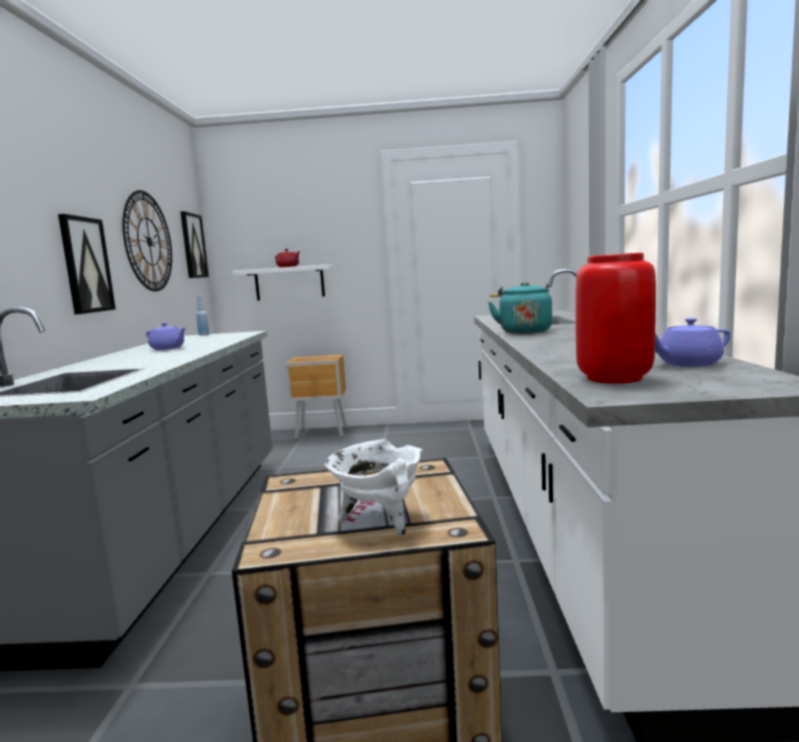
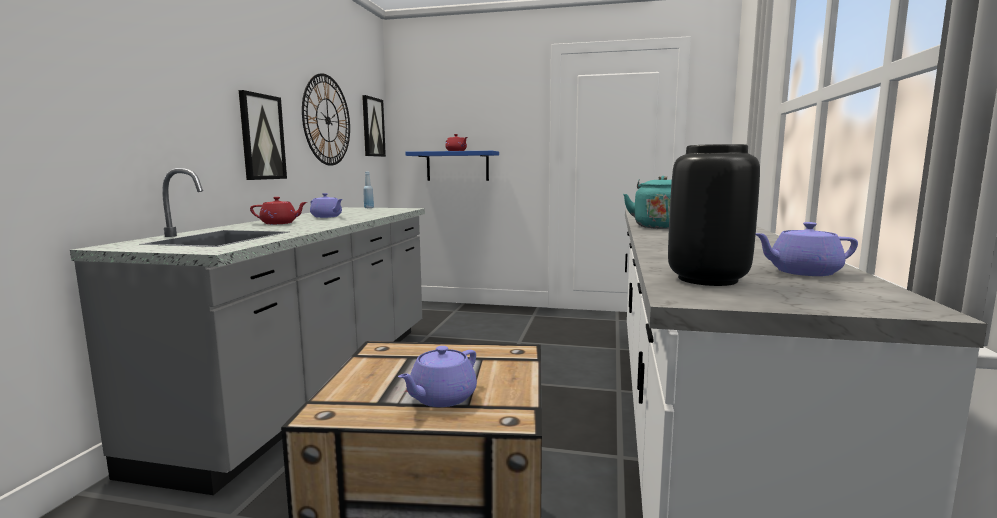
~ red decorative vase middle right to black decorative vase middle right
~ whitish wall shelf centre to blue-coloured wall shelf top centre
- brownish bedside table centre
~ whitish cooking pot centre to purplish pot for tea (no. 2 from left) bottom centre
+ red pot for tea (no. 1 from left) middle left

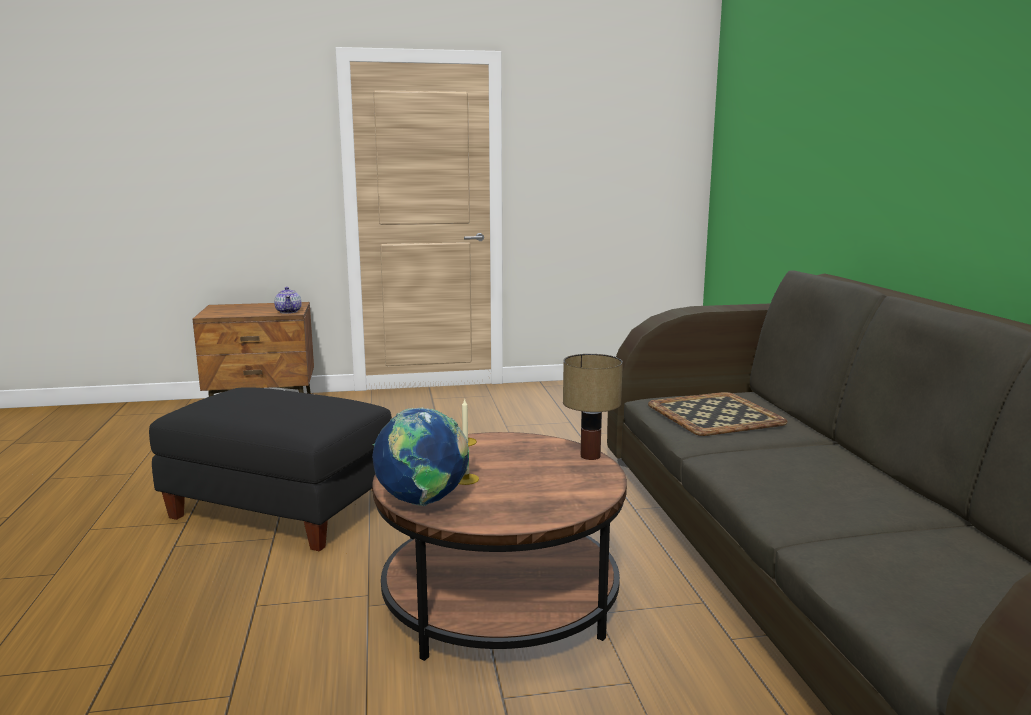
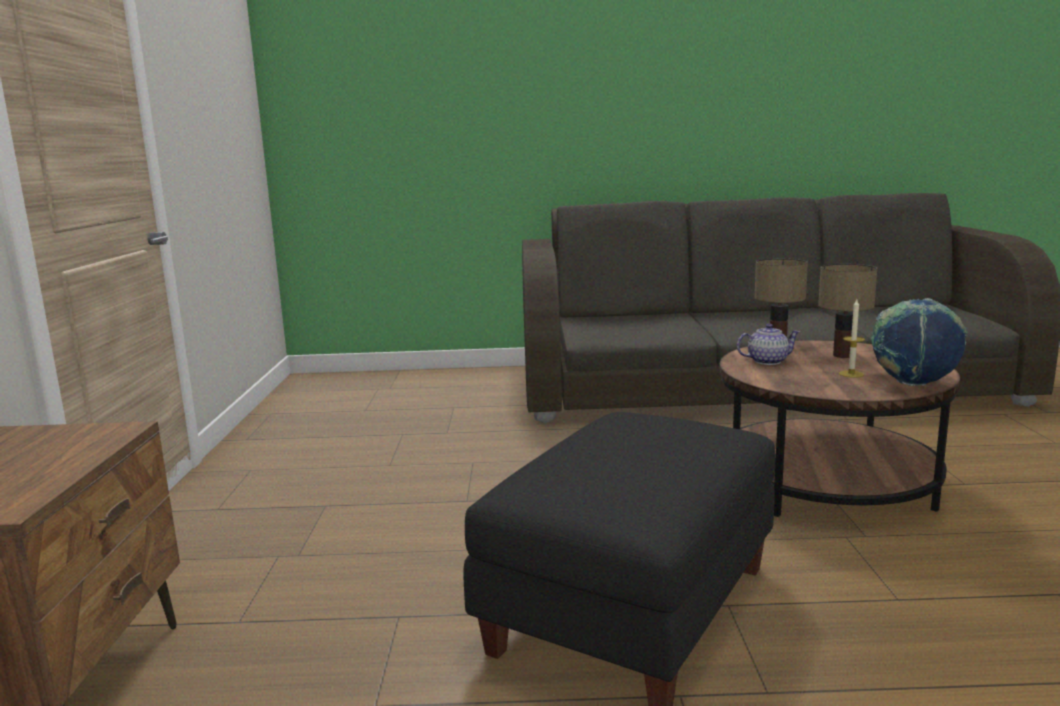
~ pot for tea middle left to middle right
- tray middle right
+ tabletop lamp (no. 2 from left) middle right

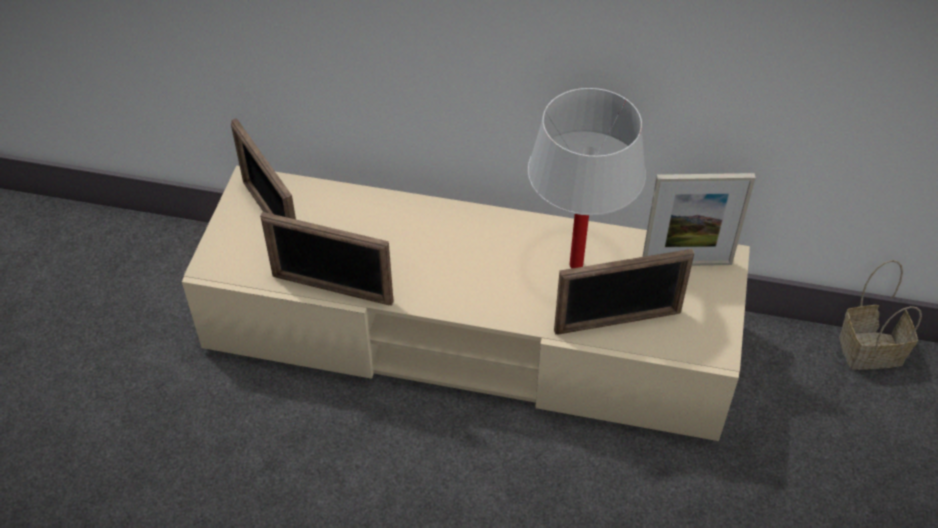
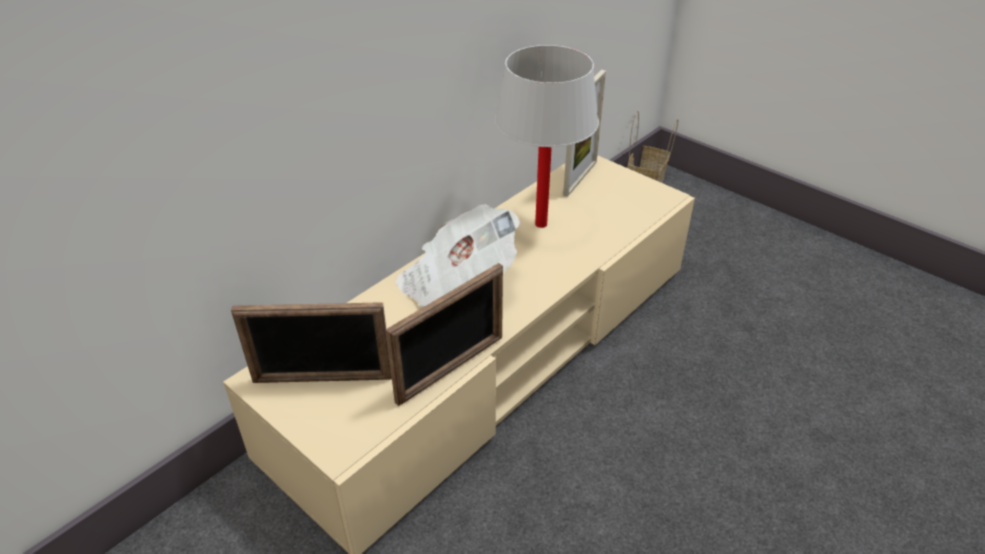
- photo frame (no. 3 from left) centre
+ printed paper centre

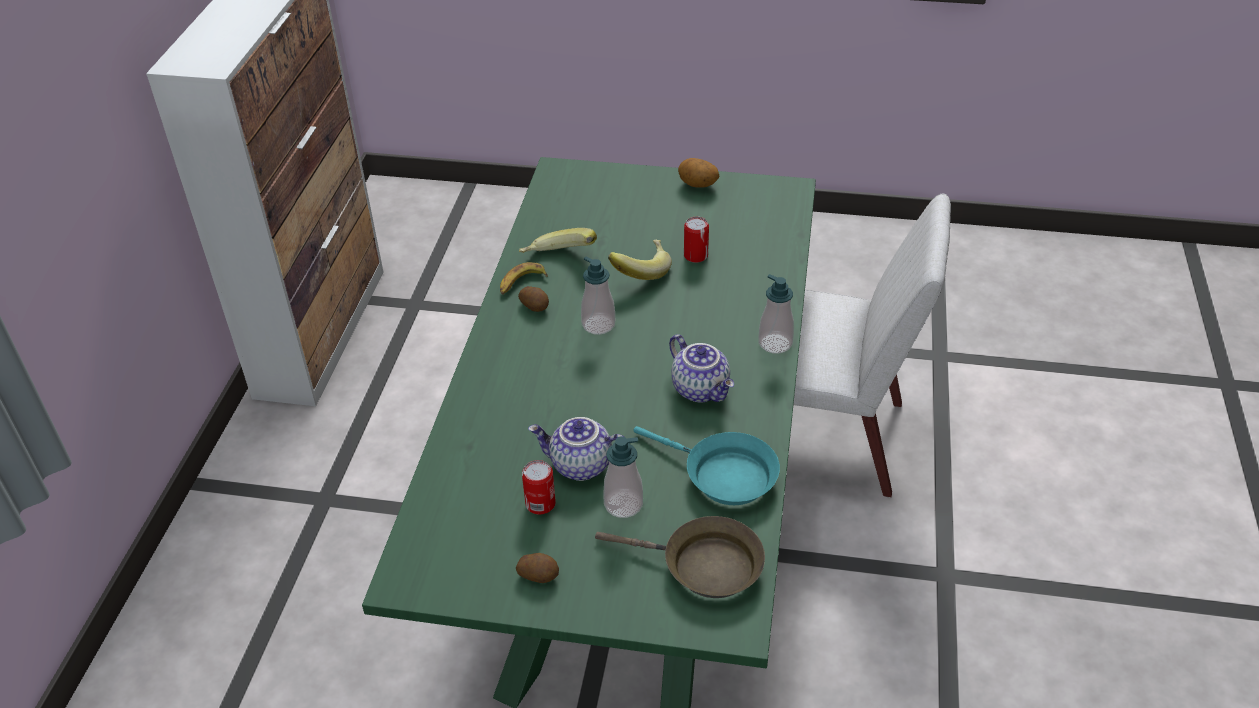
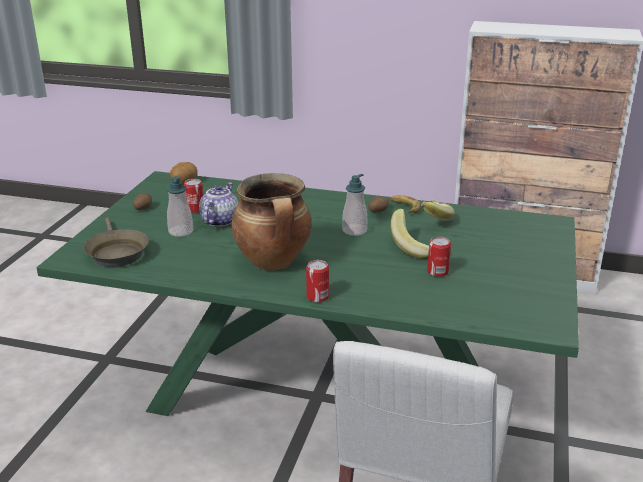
~ potato (no. 3 from left in the first image) top centre to potato (no. 2 from left) middle left
~ soap bottle (no. 3 from left) centre to metal can (no. 2 from left) centre
~ pot for tea (no. 2 from left) centre to cooking pot centre
- turquoise-coloured frying pan centre
~ brownish frying pan bottom centre = middle left 45 degrees counterclockwise

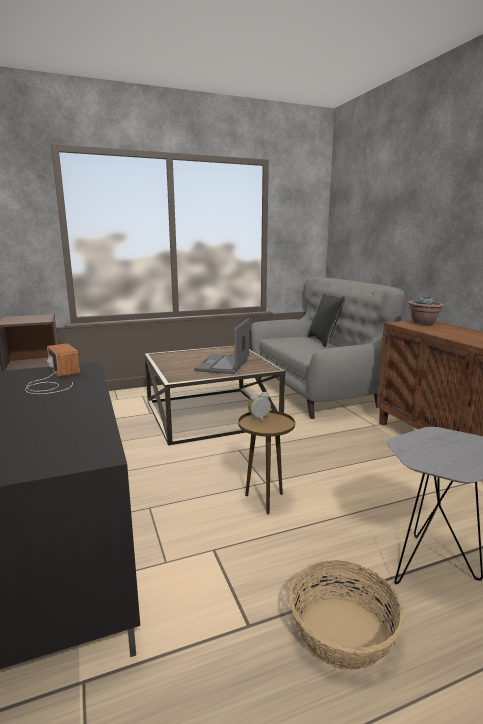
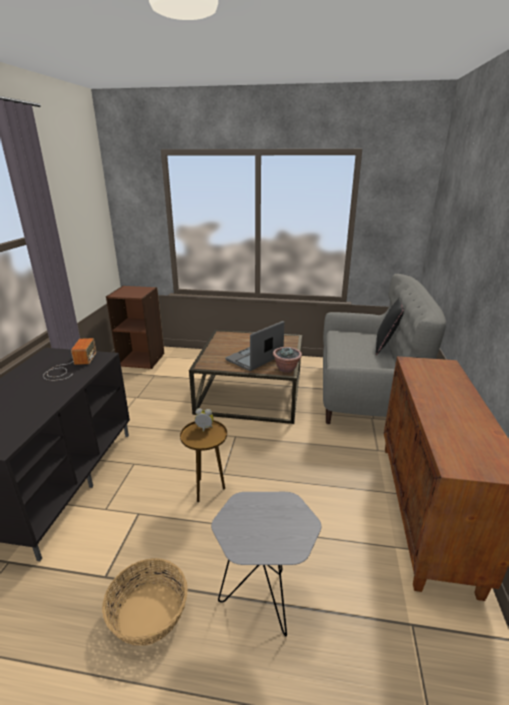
~ plant in a pot middle right to centre

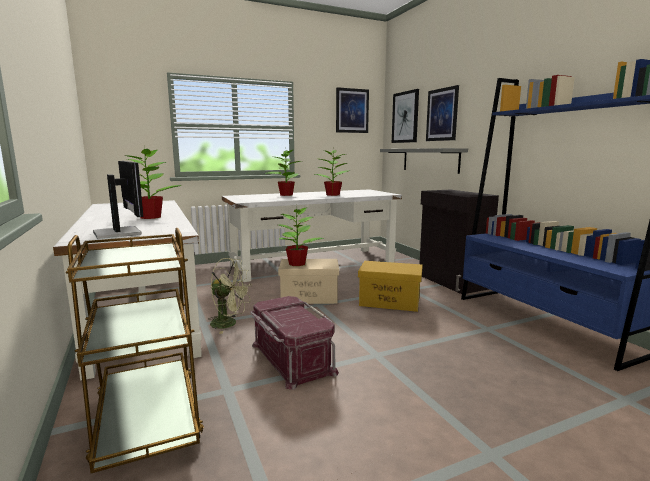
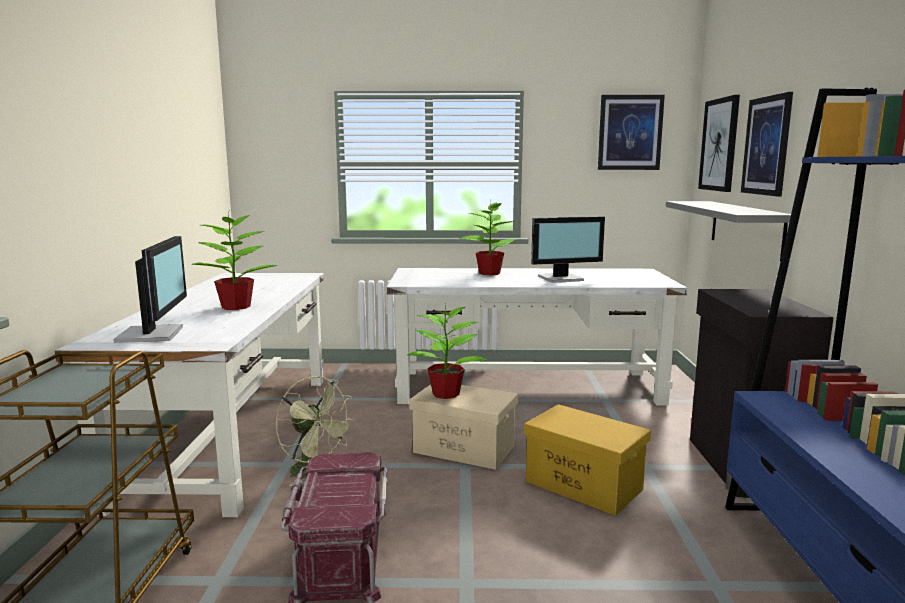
~ plant in a pot (no. 4 from left) centre to computer screen (no. 2 from left) centre

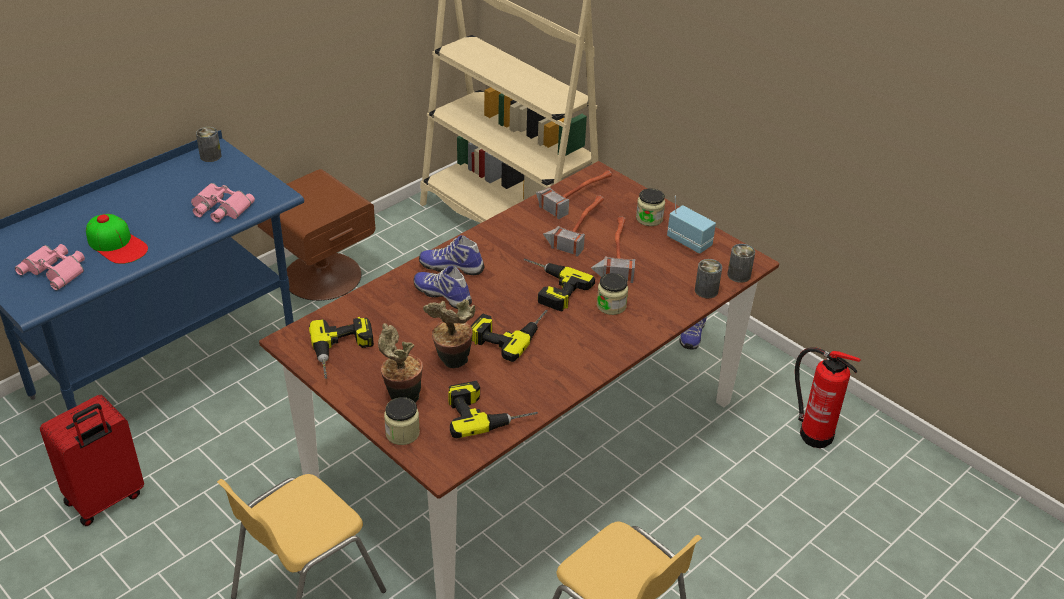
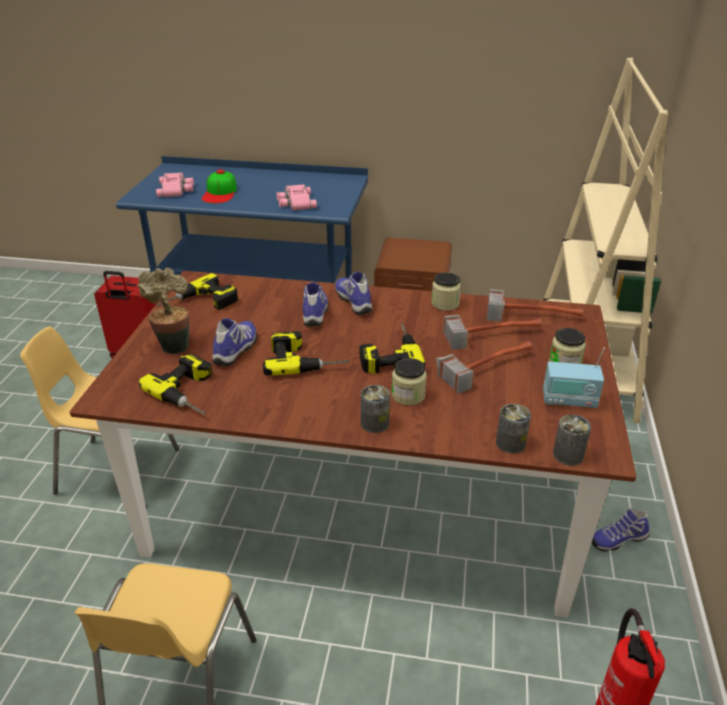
~ metal can (no. 1 from left) top left to centre
~ radio set centre = middle right 90 degrees clockwise
~ plant in a pot (no. 2 from left) centre to shoe (no. 1 from left) middle left
~ preserve jar (no. 1 from left in the first image) bottom centre to preserve jar (no. 2 from left) centre

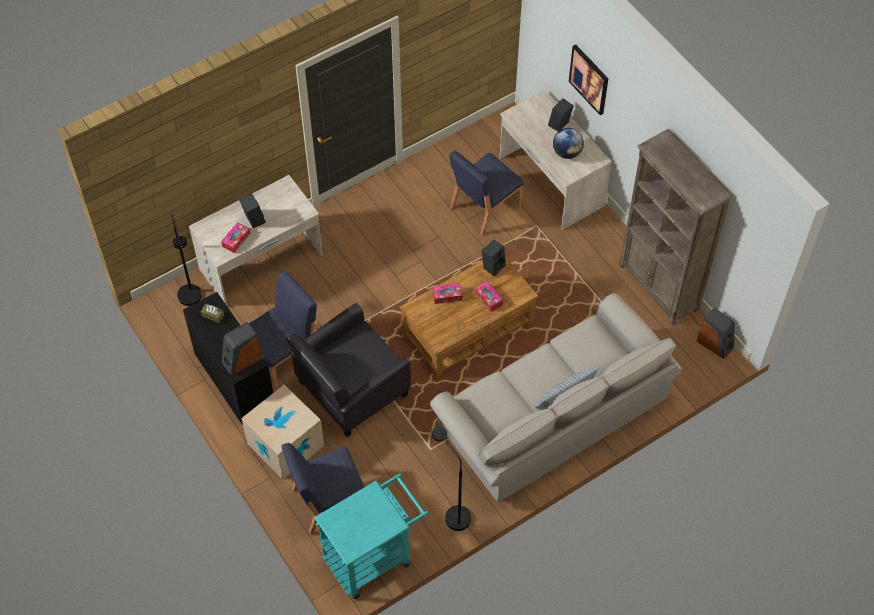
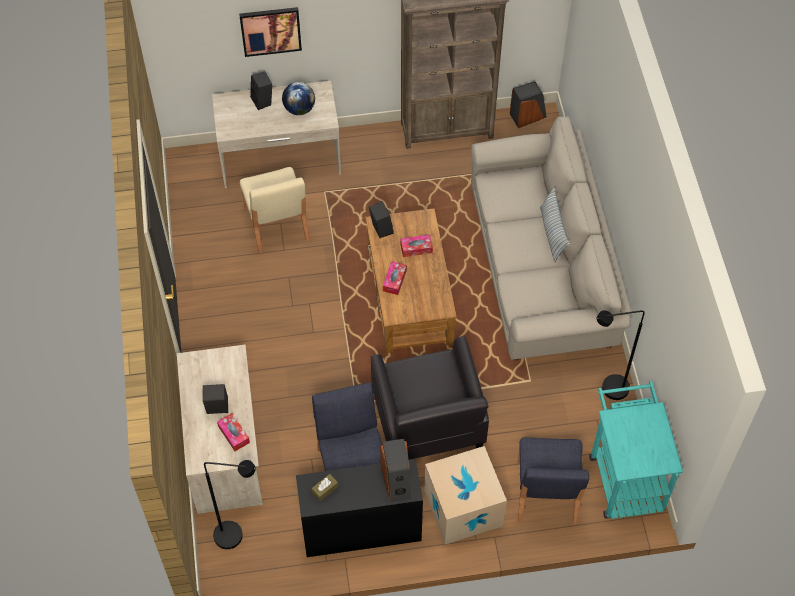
~ blue-coloured upright chair (no. 3 from left) top centre to beige upright chair centre

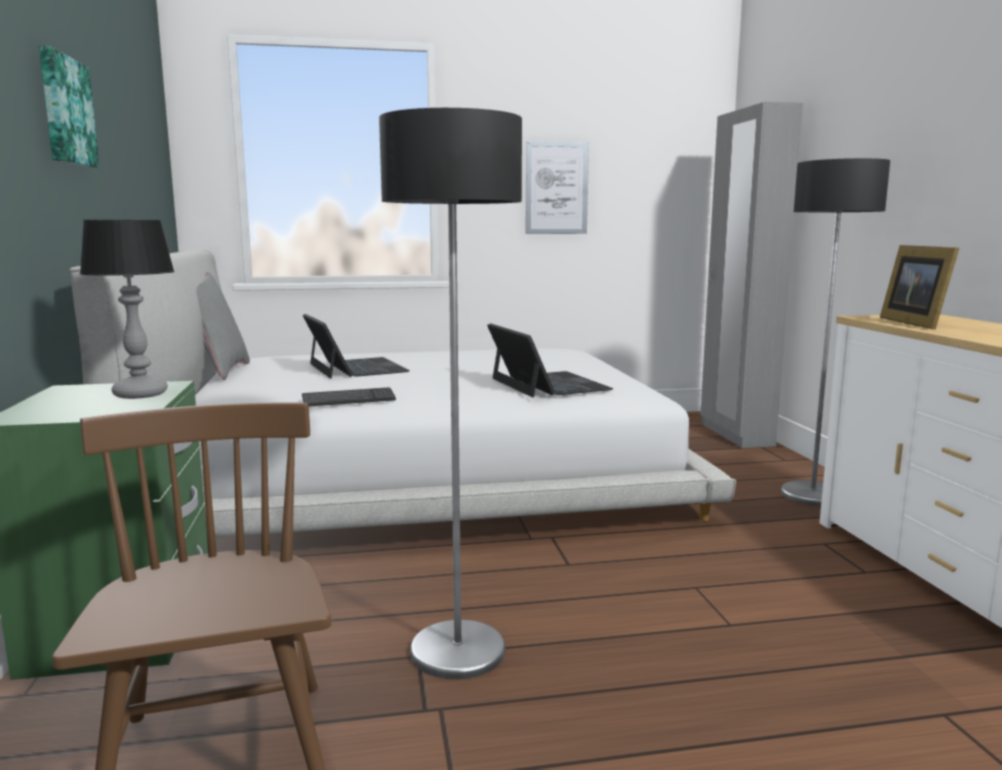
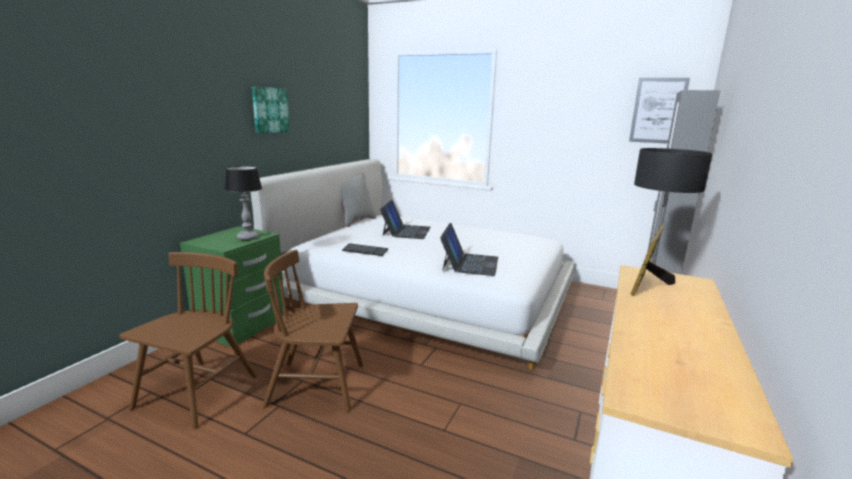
~ standard lamp (no. 1 from left) centre to brownish upright chair (no. 2 from left) bottom centre
~ picture (no. 2 from left) top centre to top right

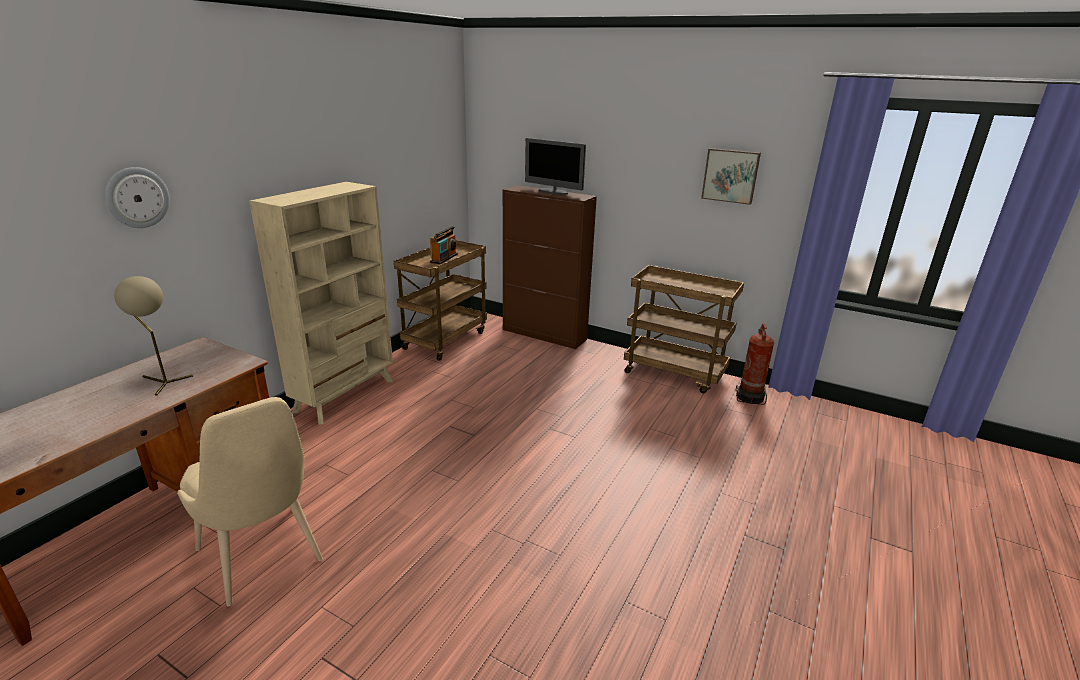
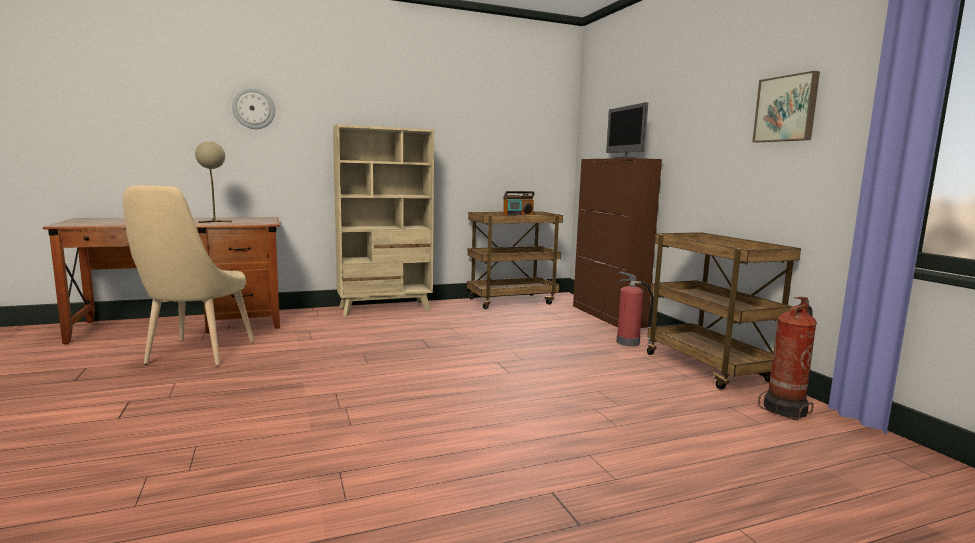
+ fire-fighting cylinder (no. 1 from left) centre

